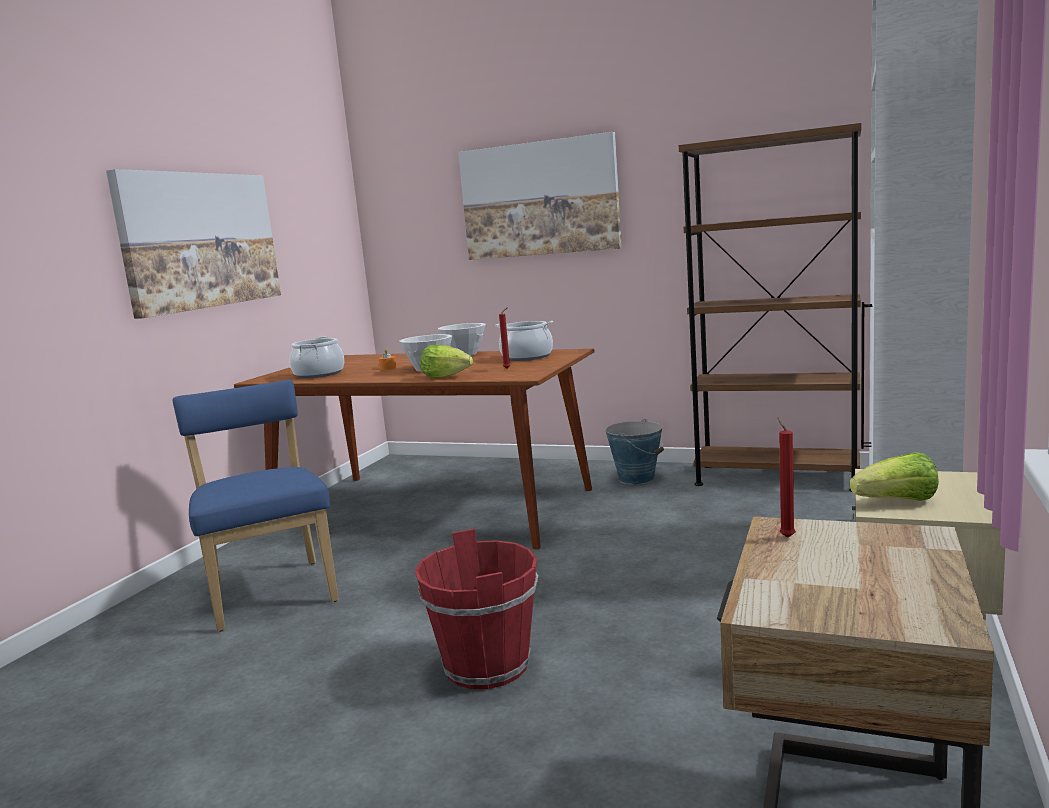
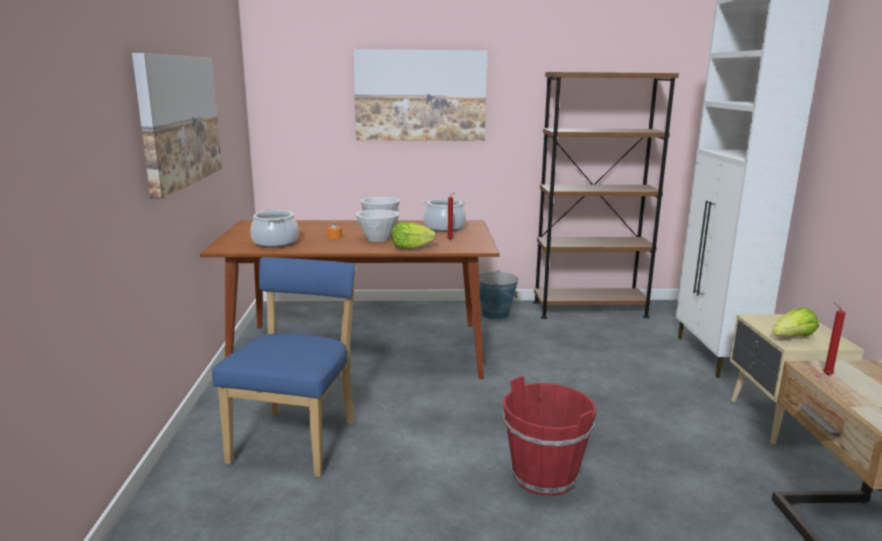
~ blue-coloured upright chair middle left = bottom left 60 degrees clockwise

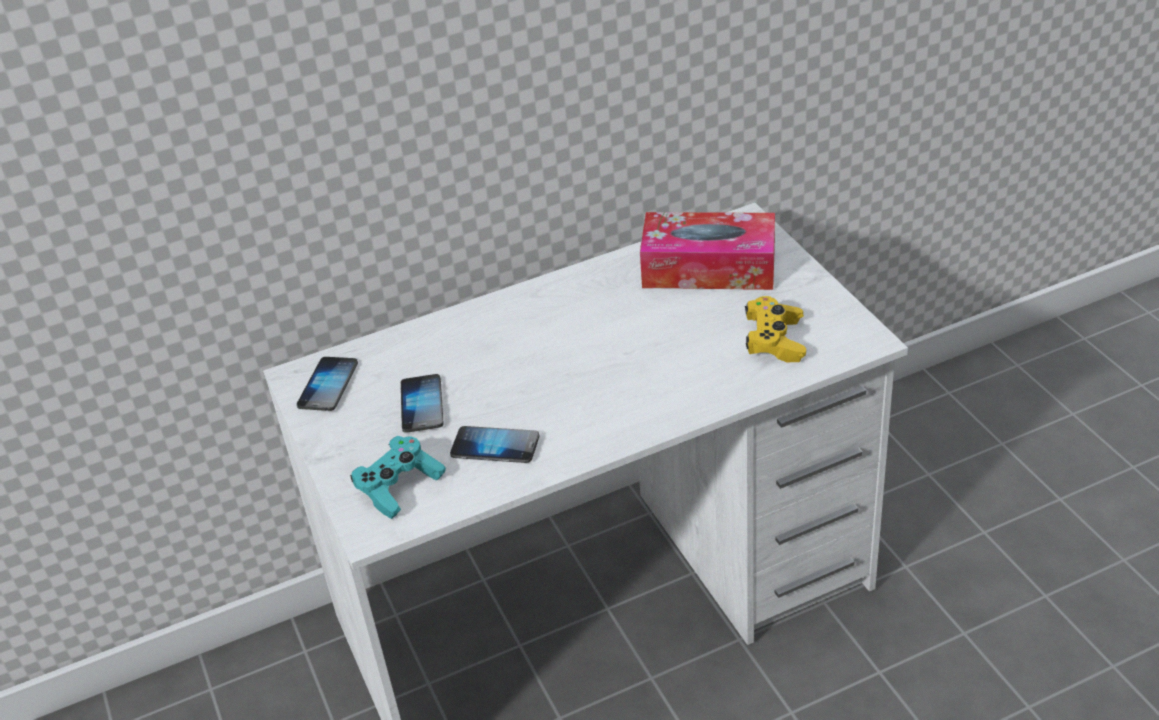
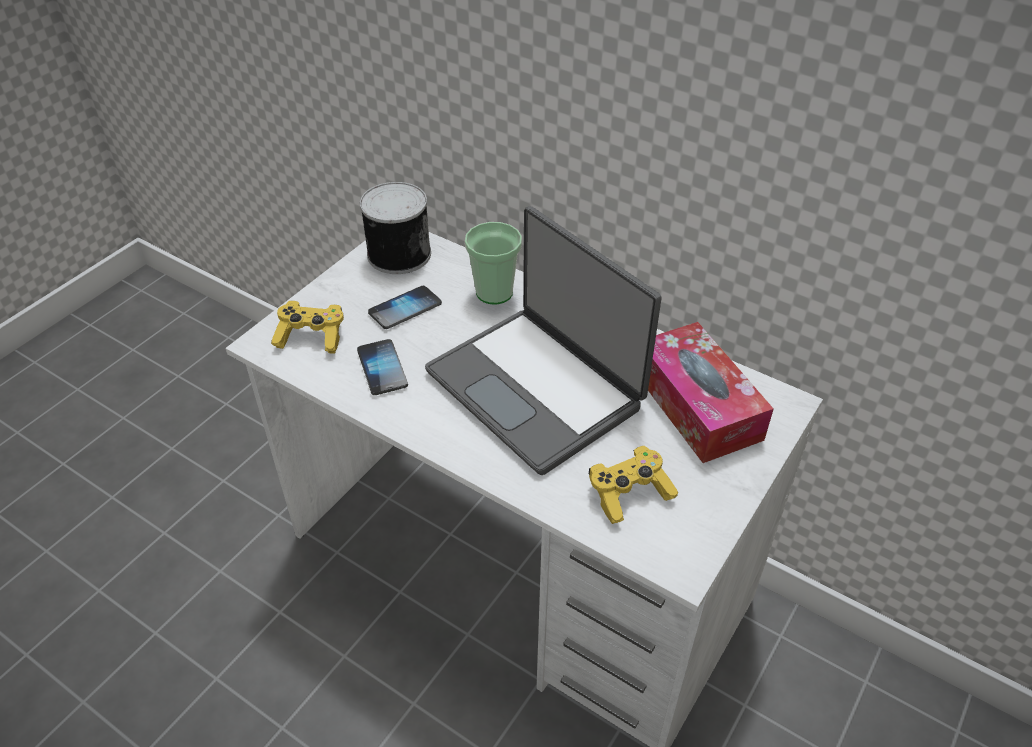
~ telephone (no. 1 from left) middle left to metal can top centre
~ turquoise-coloured gamepad centre to yellow-coloured gamepad (no. 1 from left) middle left
+ laptop centre
+ cup centre

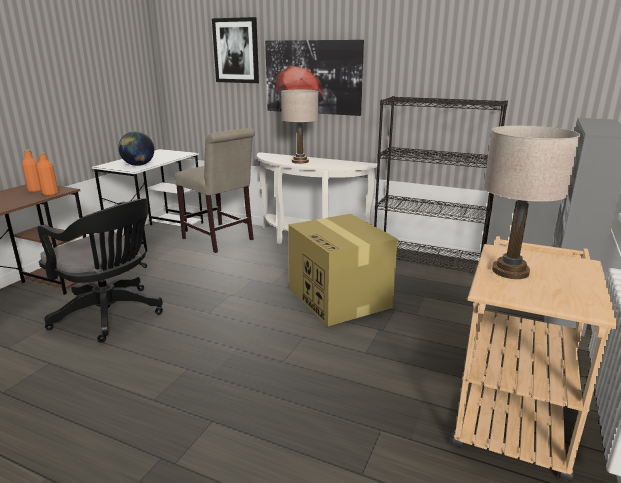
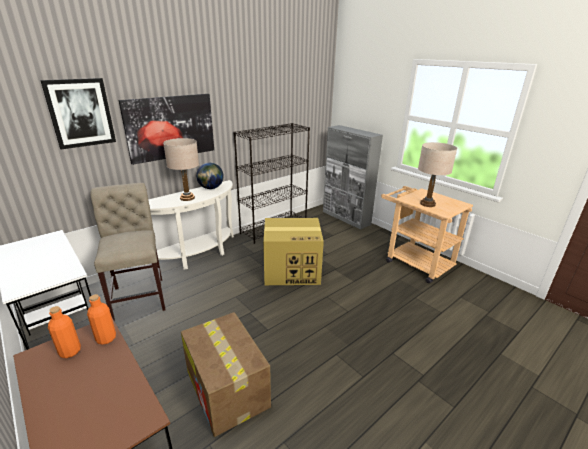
~ beige upright chair centre = middle left 90 degrees counterclockwise
~ desk globe top left to centre
~ black desk chair middle left to cardboard box (no. 1 from left) bottom centre

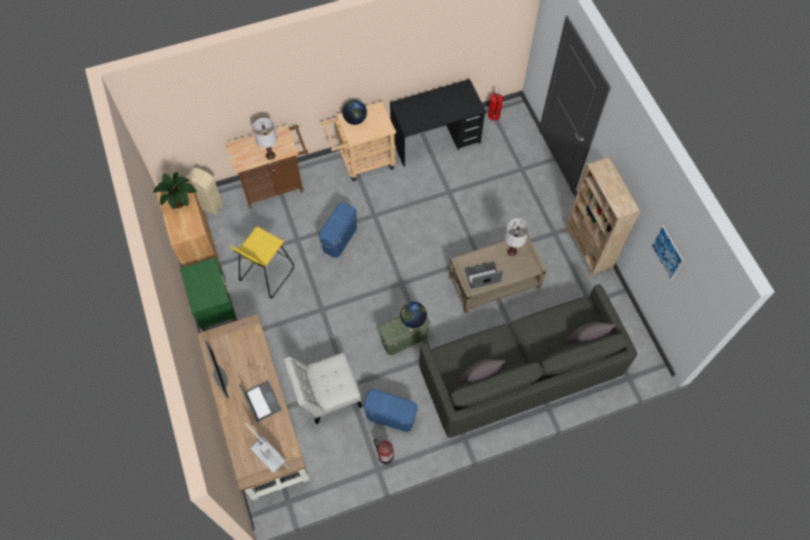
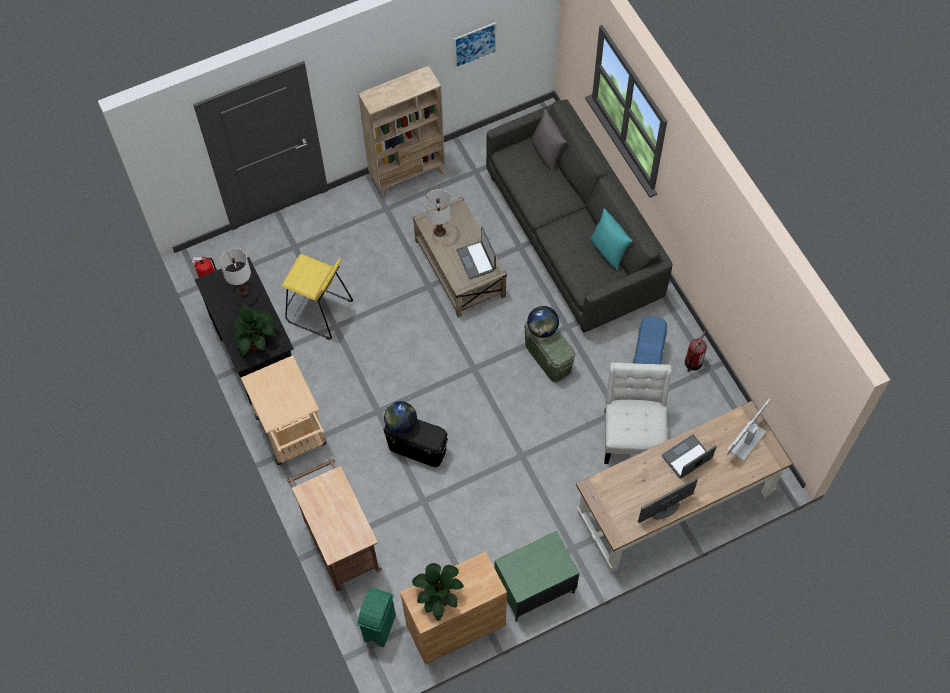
~ desk globe (no. 1 from left) top centre to centre
~ whitish tabletop lamp (no. 1 from left) top left to middle left
~ beige waste bin middle left to green waste bin bottom centre
~ blue-coloured storage bin (no. 1 from left) centre to black storage bin centre
~ yellow-coloured stool middle left to centre
~ whitish upright chair bottom centre = middle right 150 degrees counterclockwise
~ greyish cushion (no. 1 from left) bottom centre to turquoise-coloured cushion centre
+ plant in a pot (no. 1 from left) middle left

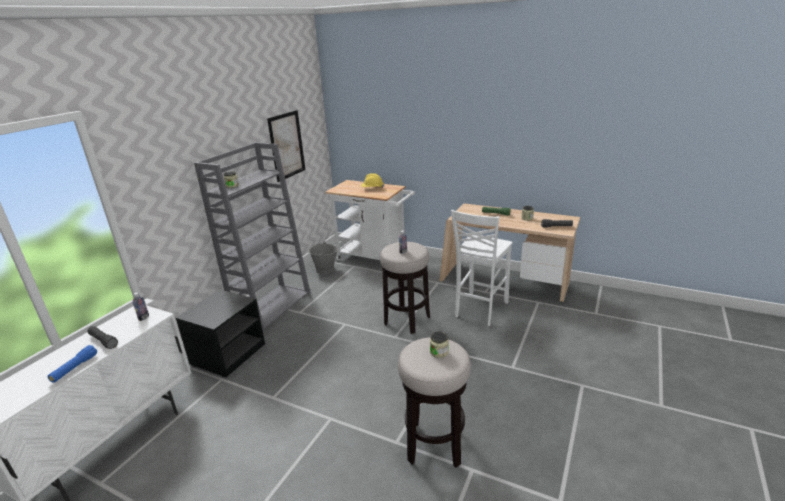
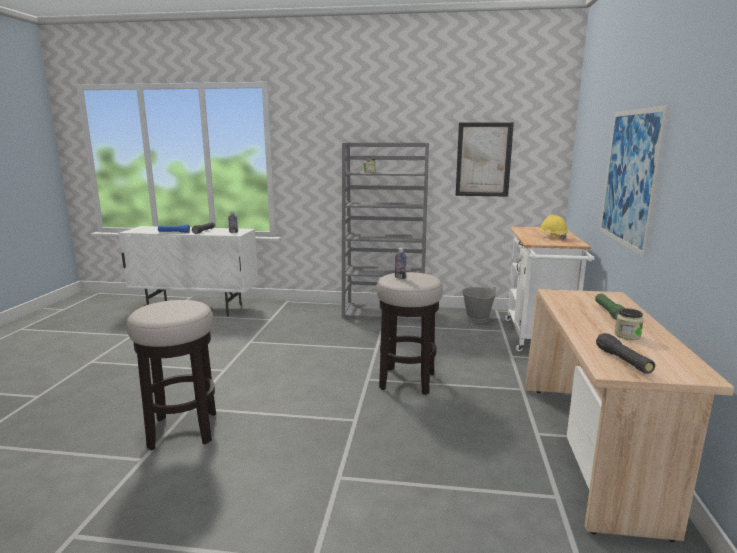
- whitish upright chair centre
- black bedside table middle left
- preserve jar (no. 2 from left) bottom centre
+ picture (no. 2 from left) top right

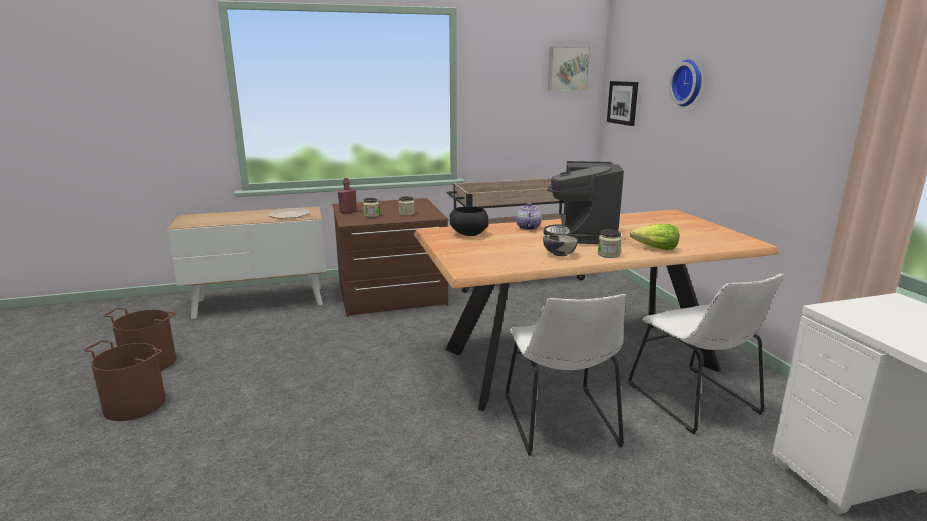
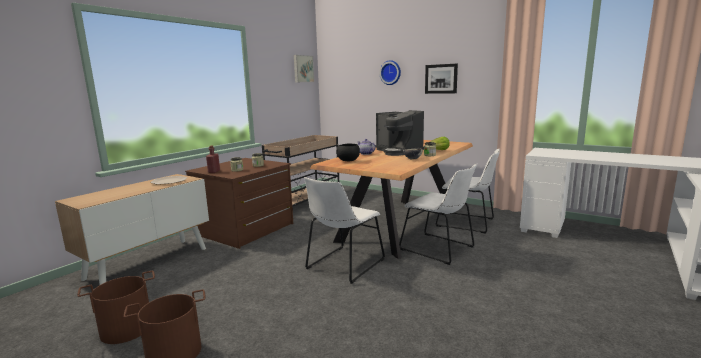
~ picture (no. 2 from left) top right to top centre
+ whitish upright chair (no. 1 from left) centre

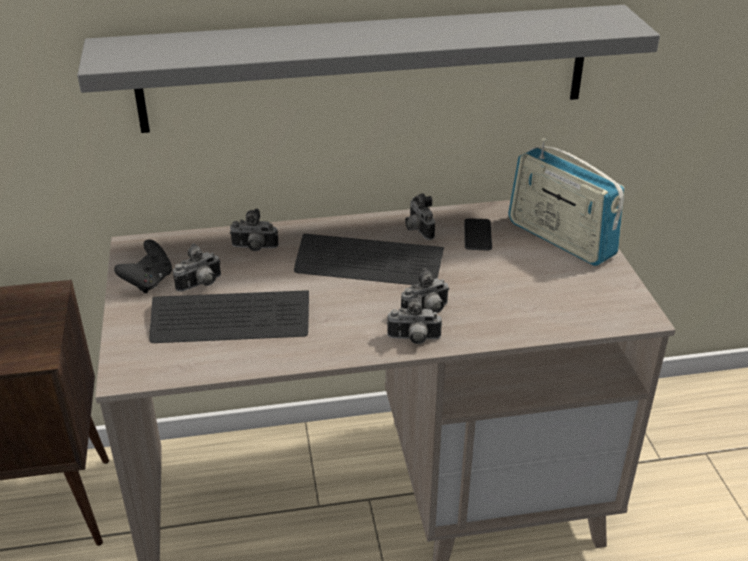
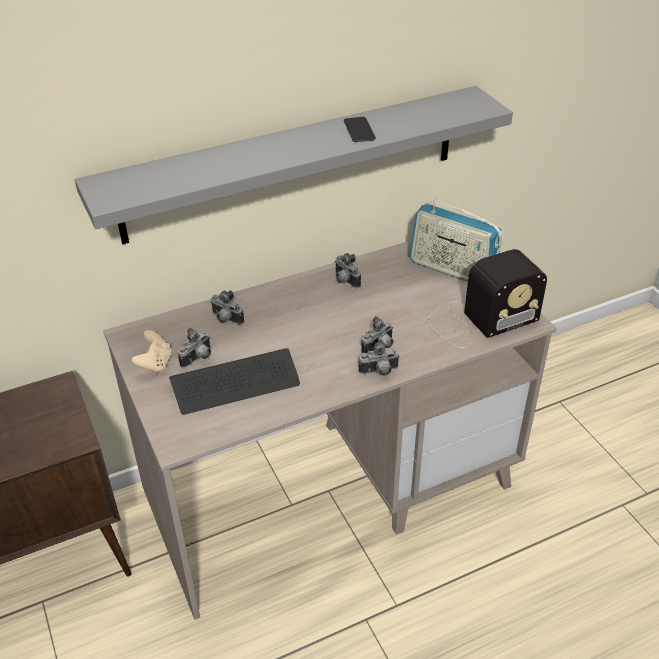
~ photo camera (no. 2 from left) centre = centre 45 degrees clockwise
~ telephone centre to top centre
- PC keyboard (no. 2 from left) centre
~ black gamepad middle left to beige gamepad middle left
+ radio set (no. 2 from left) middle right

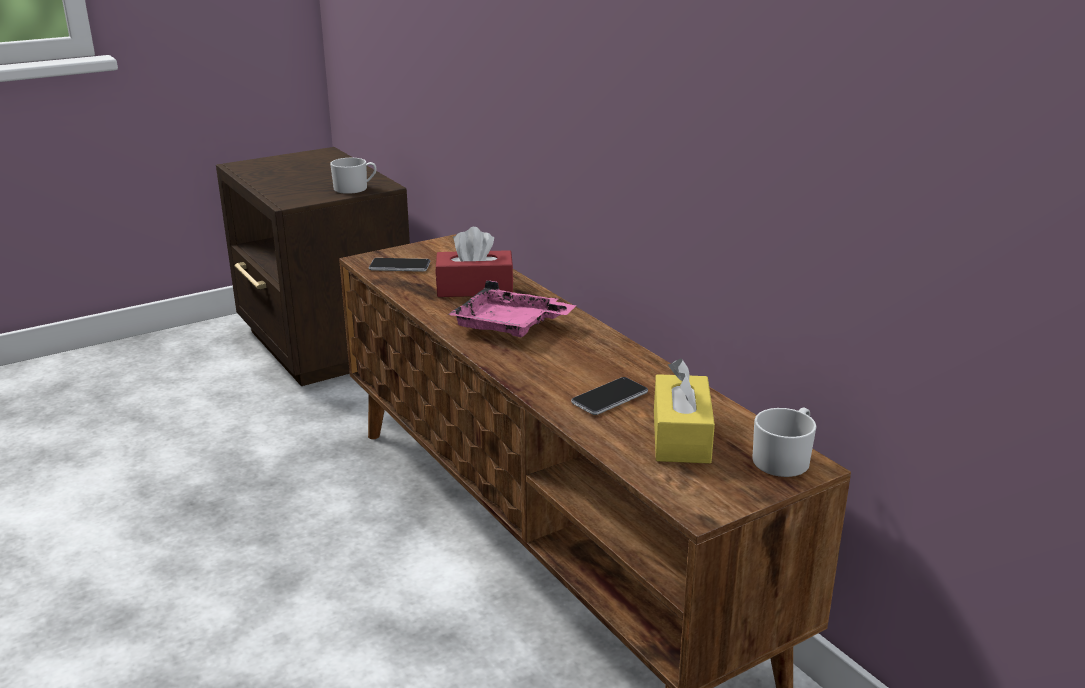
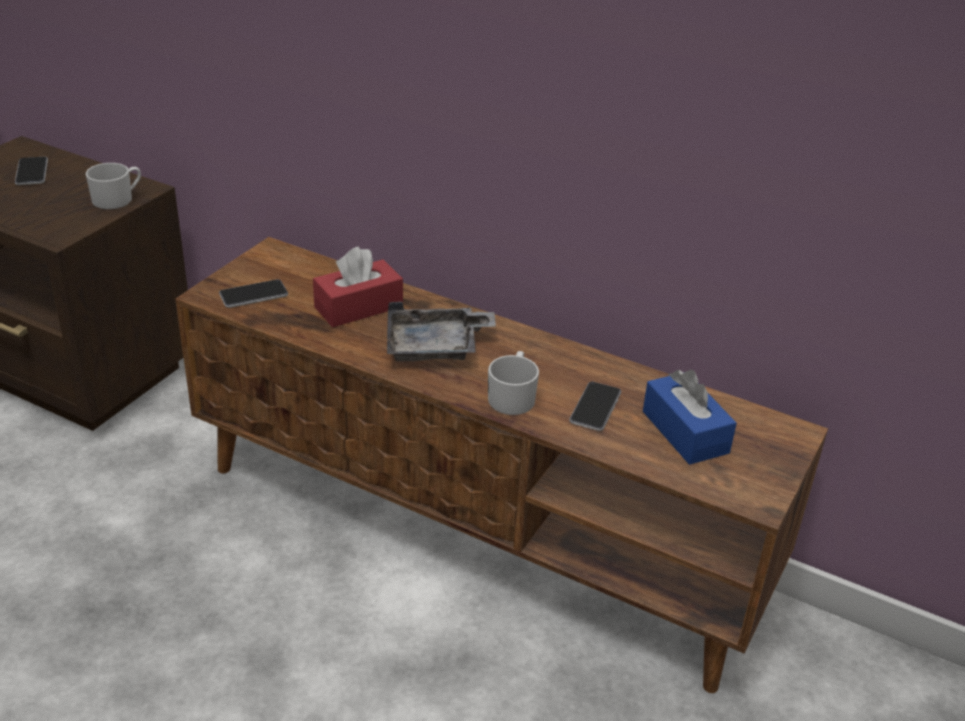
~ pink tray centre to greyish tray centre
~ yellow-coloured tissue holder centre to blue-coloured tissue holder middle right
~ whitish mug (no. 2 from left) middle right to centre
+ telephone (no. 1 from left) top left

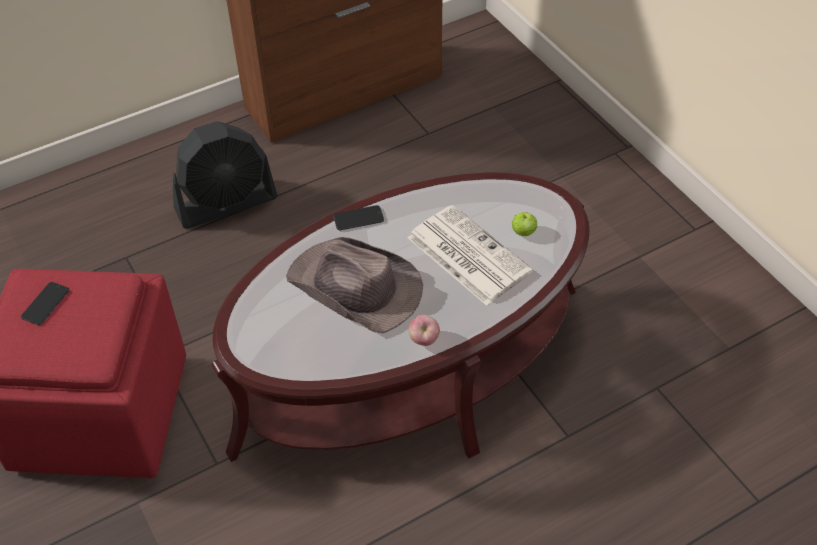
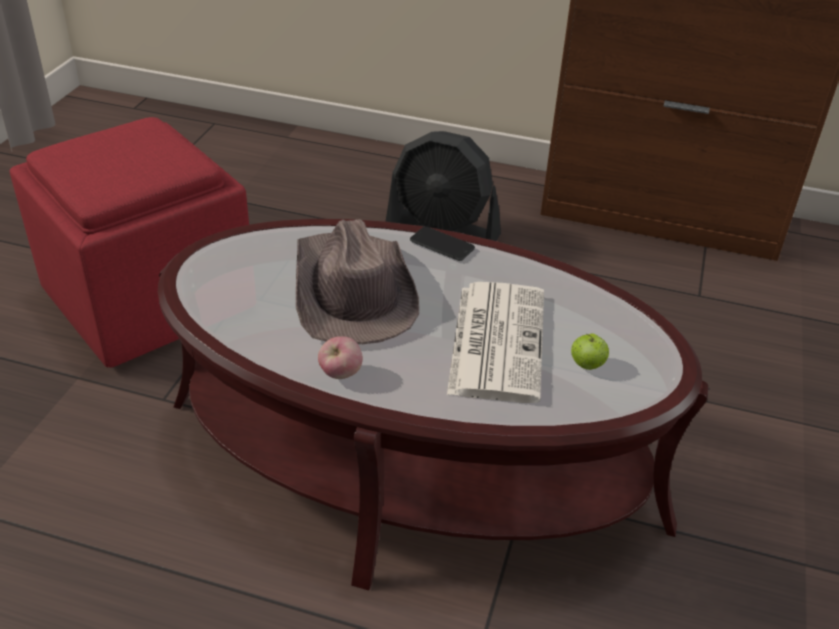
- telephone (no. 1 from left) middle left

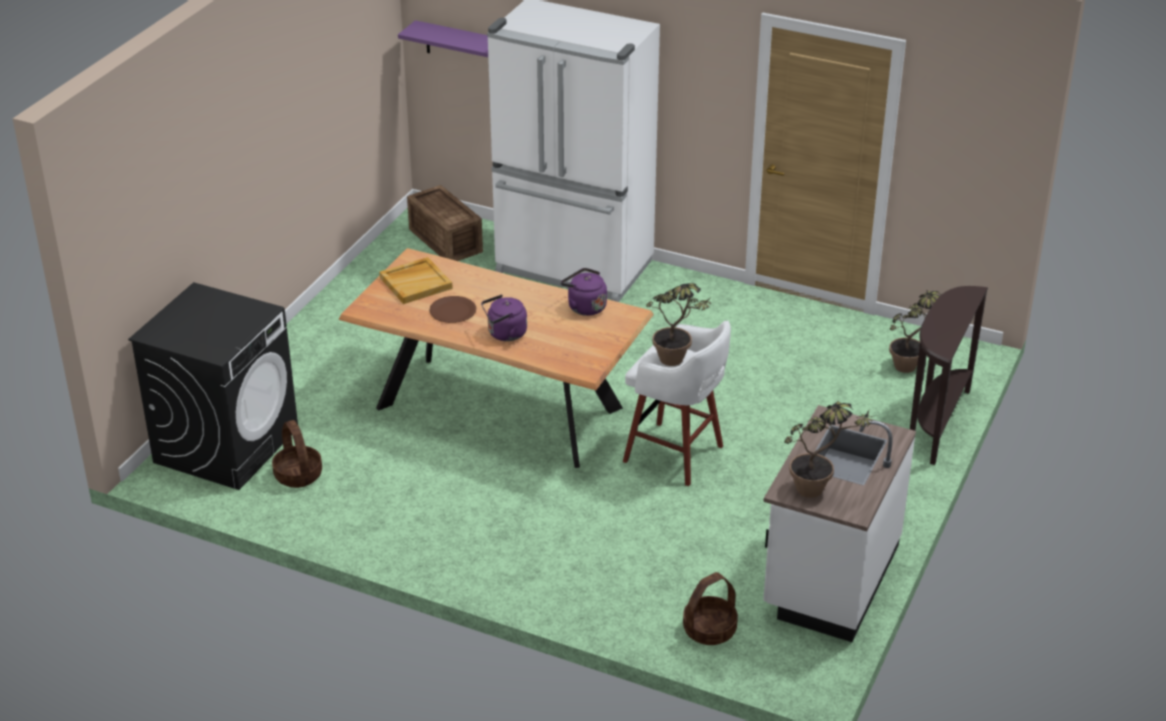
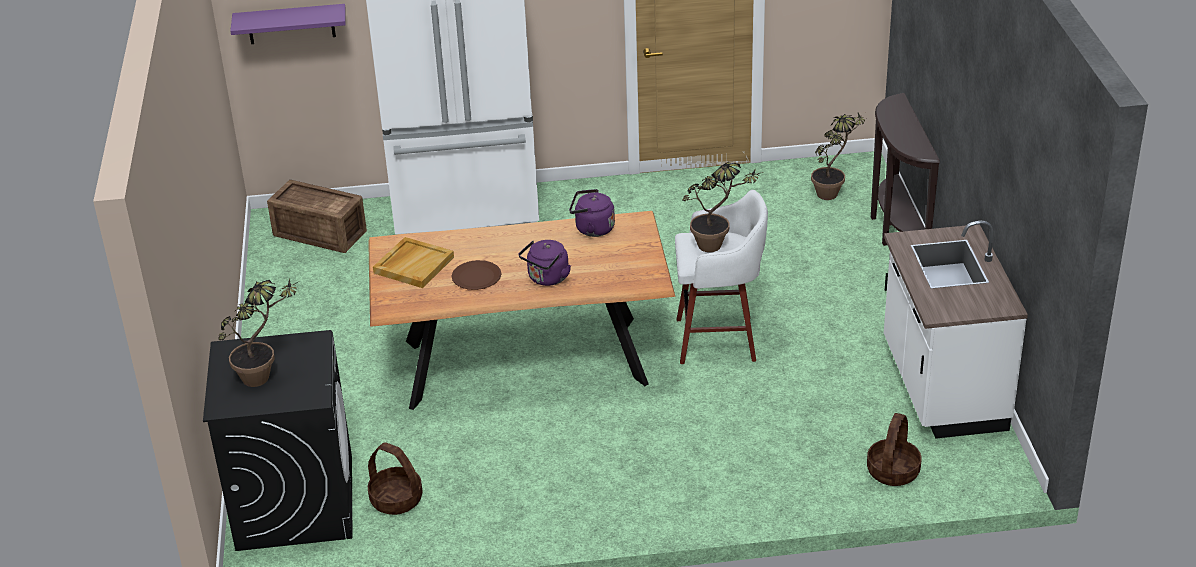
~ plant in a pot (no. 2 from left in the first image) middle right to plant in a pot (no. 1 from left) middle left

